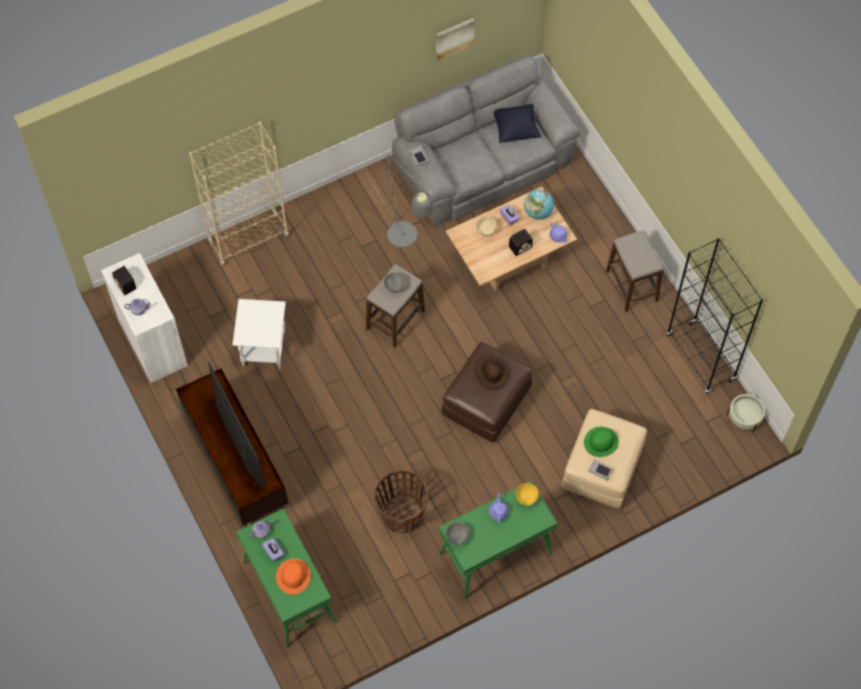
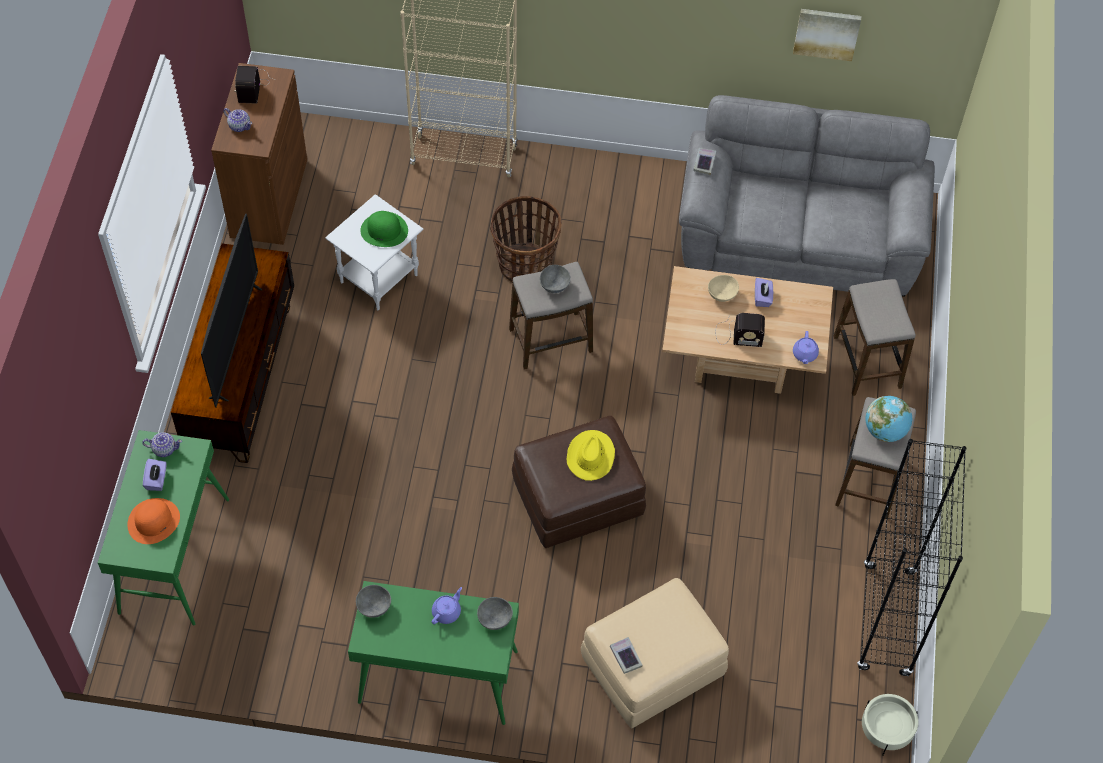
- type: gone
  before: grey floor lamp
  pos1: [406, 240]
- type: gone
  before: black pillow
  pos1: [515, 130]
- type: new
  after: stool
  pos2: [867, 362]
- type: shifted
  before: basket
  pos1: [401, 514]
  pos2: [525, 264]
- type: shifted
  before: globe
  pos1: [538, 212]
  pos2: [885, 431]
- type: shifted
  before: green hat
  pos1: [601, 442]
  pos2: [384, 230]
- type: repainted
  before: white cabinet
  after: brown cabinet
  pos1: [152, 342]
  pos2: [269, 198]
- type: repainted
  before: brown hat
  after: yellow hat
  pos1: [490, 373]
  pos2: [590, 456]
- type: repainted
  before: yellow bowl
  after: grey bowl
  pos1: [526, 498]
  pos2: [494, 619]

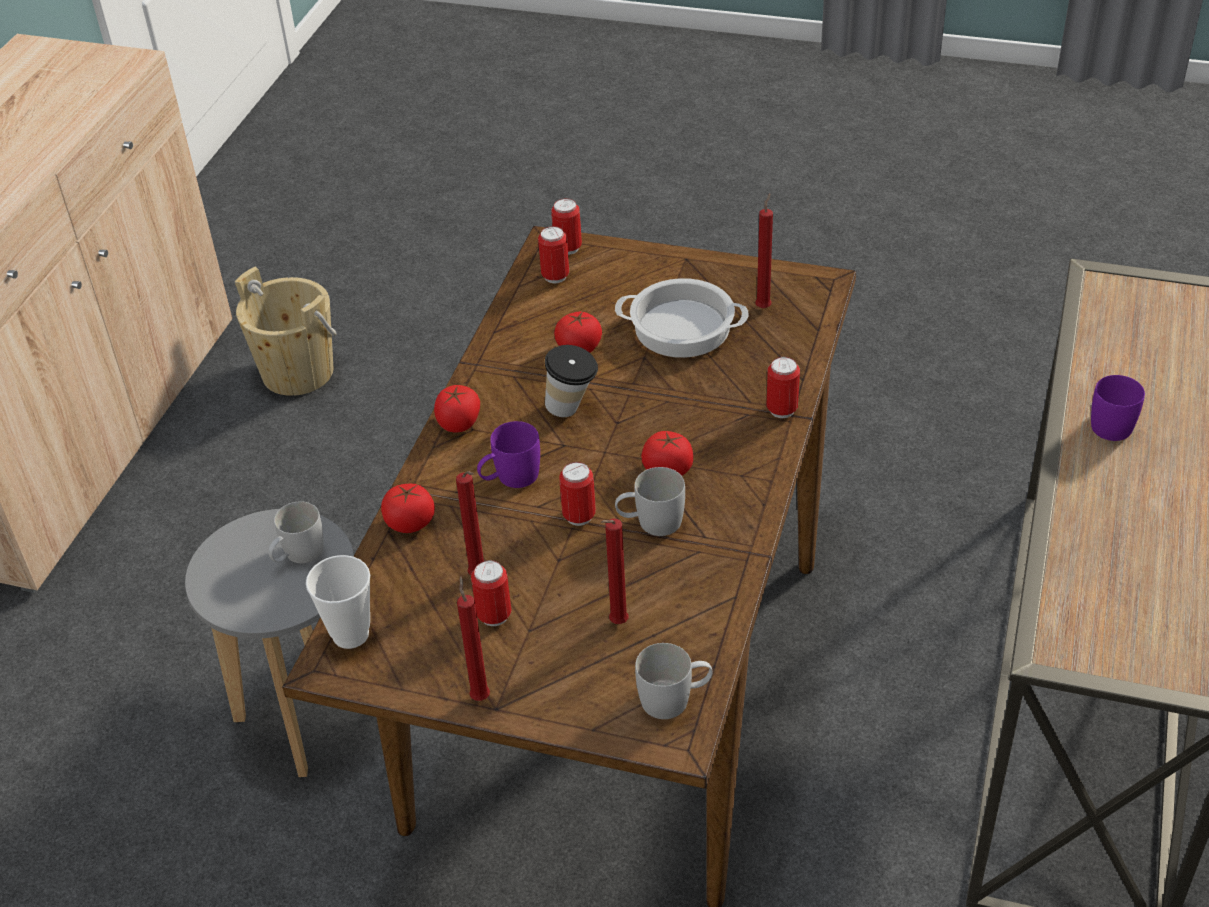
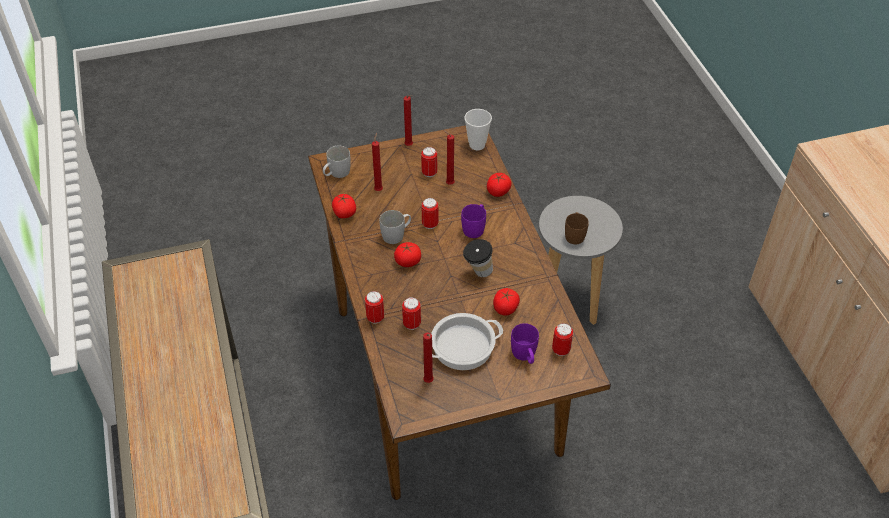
- type: gone
  before: beige bucket
  pos1: [298, 372]
- type: shifted
  before: tomato
  pos1: [459, 423]
  pos2: [344, 213]
- type: shifted
  before: can
  pos1: [568, 248]
  pos2: [412, 324]
- type: shifted
  before: purple mug
  pos1: [1112, 422]
  pos2: [525, 355]
- type: repainted
  before: white mug
  after: brown mug
  pos1: [298, 555]
  pos2: [575, 234]

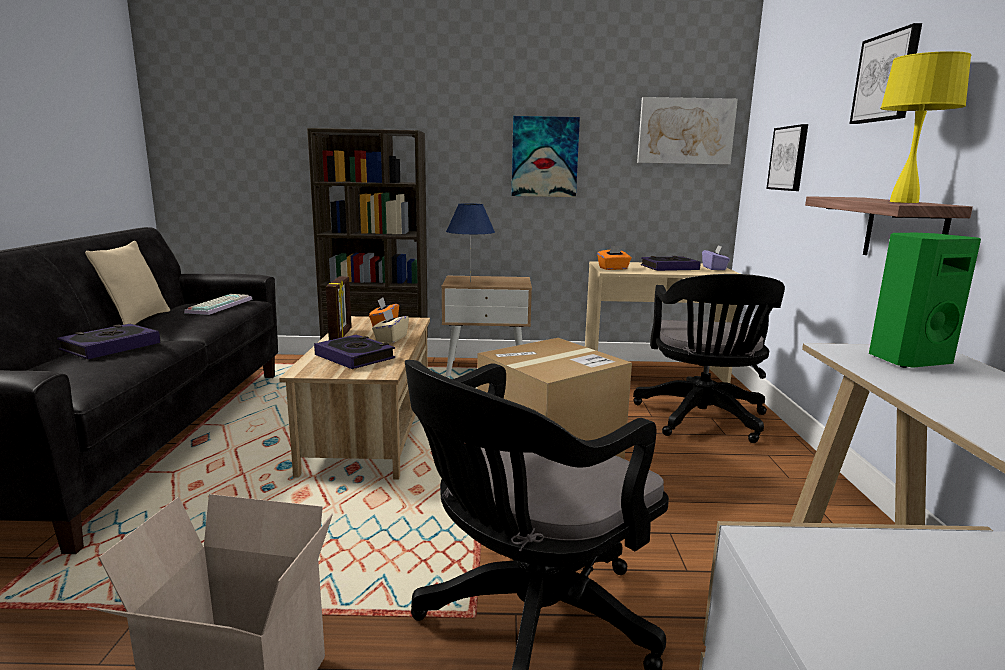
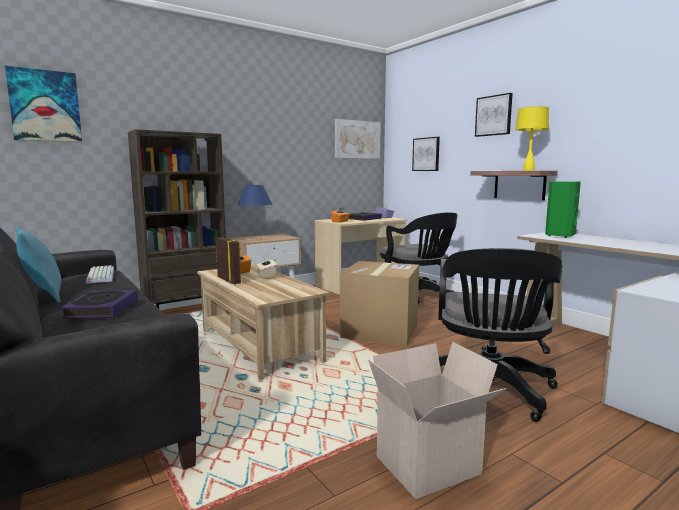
- type: gone
  before: book
  pos1: [355, 357]
- type: shifted
  before: picture
  pos1: [544, 157]
  pos2: [45, 106]
- type: repainted
  before: beige pillow
  after: turquoise pillow
  pos1: [138, 320]
  pos2: [43, 296]

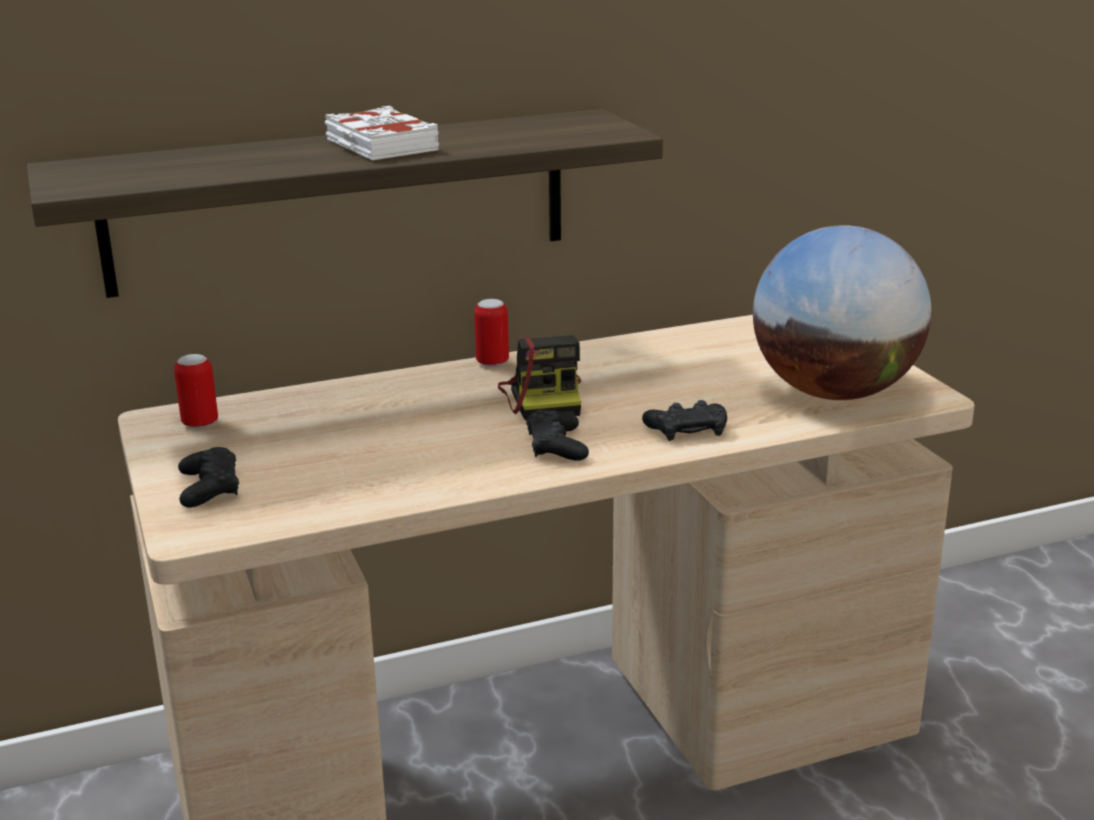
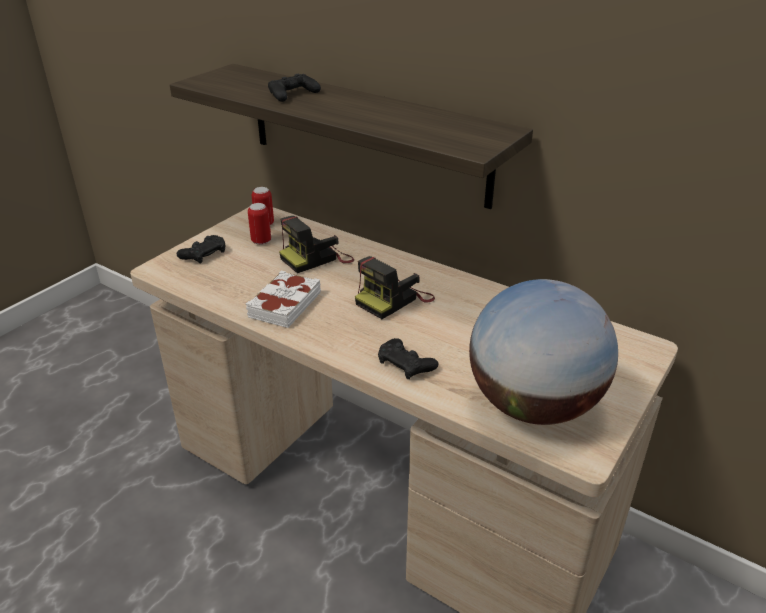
- type: new
  after: photo camera
  pos2: [316, 258]
- type: shifted
  before: white book
  pos1: [380, 146]
  pos2: [284, 305]
- type: shifted
  before: can
  pos1: [492, 362]
  pos2: [261, 241]
- type: shifted
  before: black game controller
  pos1: [556, 445]
  pos2: [292, 94]

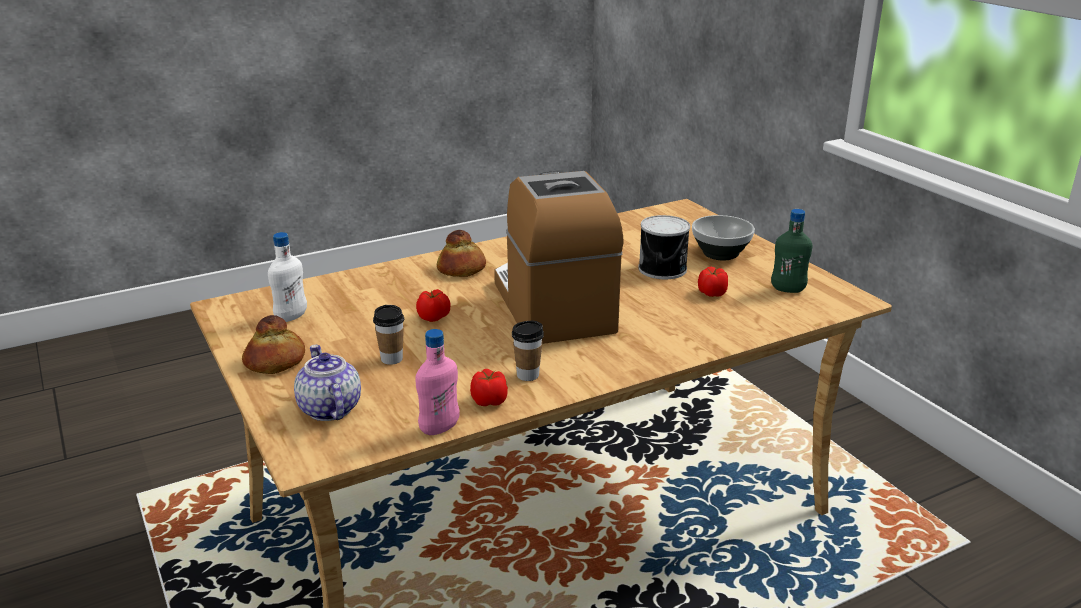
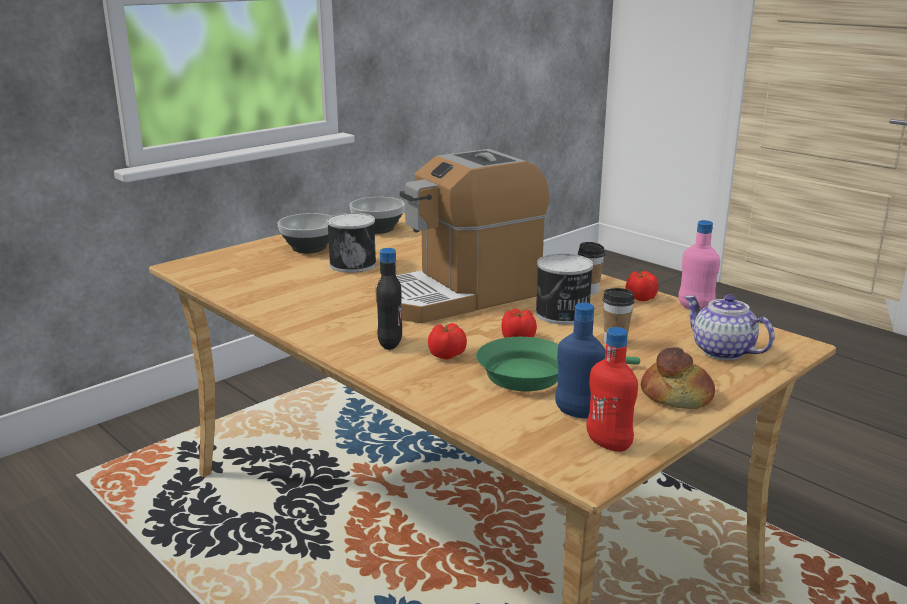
- type: new
  after: green frying pan
  pos2: [533, 374]
- type: new
  after: can
  pos2: [563, 314]
- type: new
  after: red bottle
  pos2: [608, 444]
- type: shifted
  before: tomato
  pos1: [711, 294]
  pos2: [447, 355]
- type: swapped
  before: bread
  after: black bottle
  pos1: [462, 269]
  pos2: [390, 343]
- type: swapped
  before: green bottle
  after: bowl
  pos1: [788, 289]
  pos2: [377, 229]
- type: repainted
  before: white bottle
  after: blue bottle
  pos1: [291, 317]
  pos2: [577, 413]
- type: rotated
  before: teapot
  pos1: [328, 409]
  pos2: [721, 351]
  turn: 90

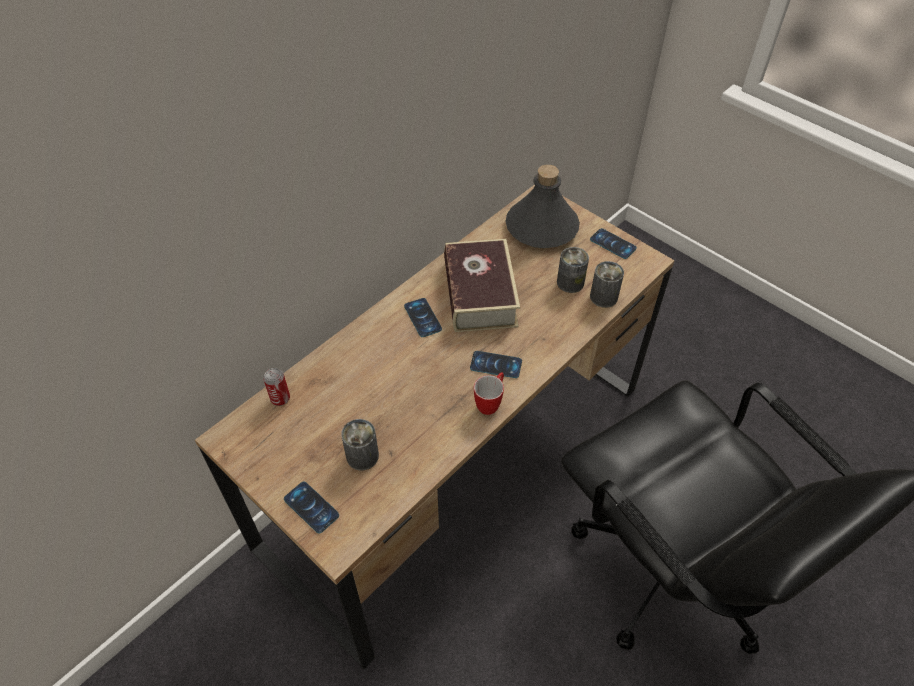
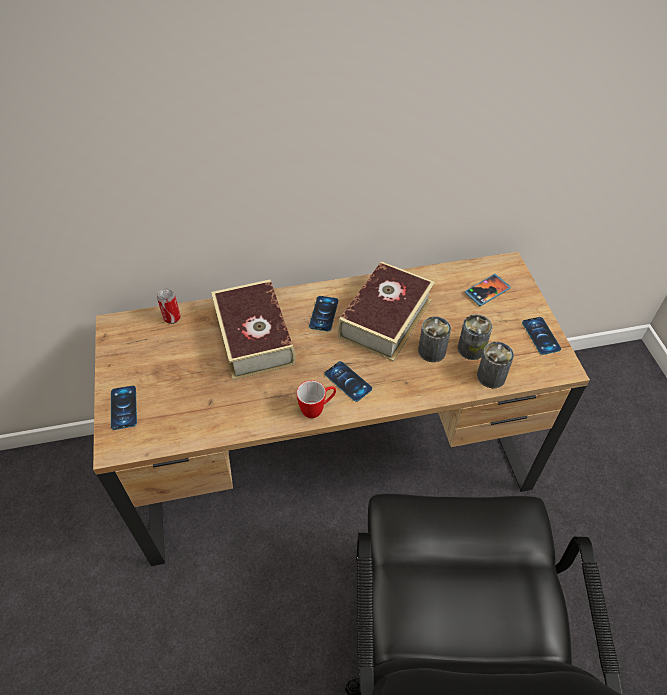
- type: new
  after: book
  pos2: [254, 337]
- type: shifted
  before: can
  pos1: [362, 456]
  pos2: [432, 351]
- type: swapped
  before: grey bottle
  after: phone
  pos1: [542, 227]
  pos2: [487, 291]

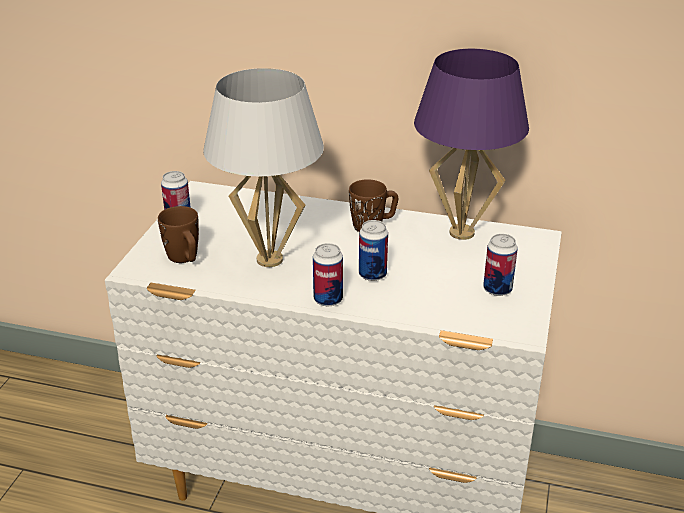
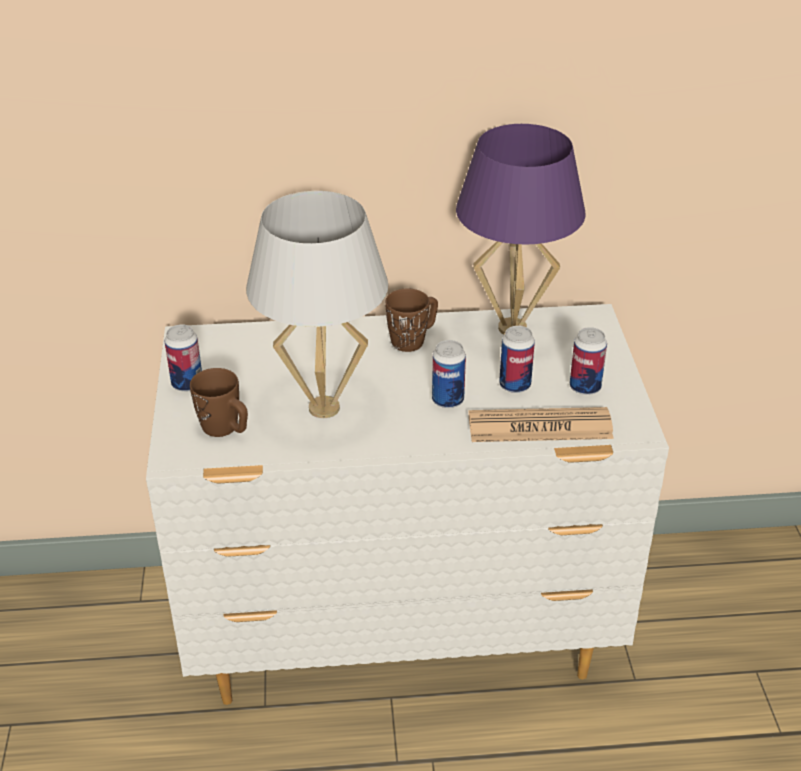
- type: new
  after: newspaper
  pos2: [540, 427]
- type: shifted
  before: can
  pos1: [328, 299]
  pos2: [514, 385]

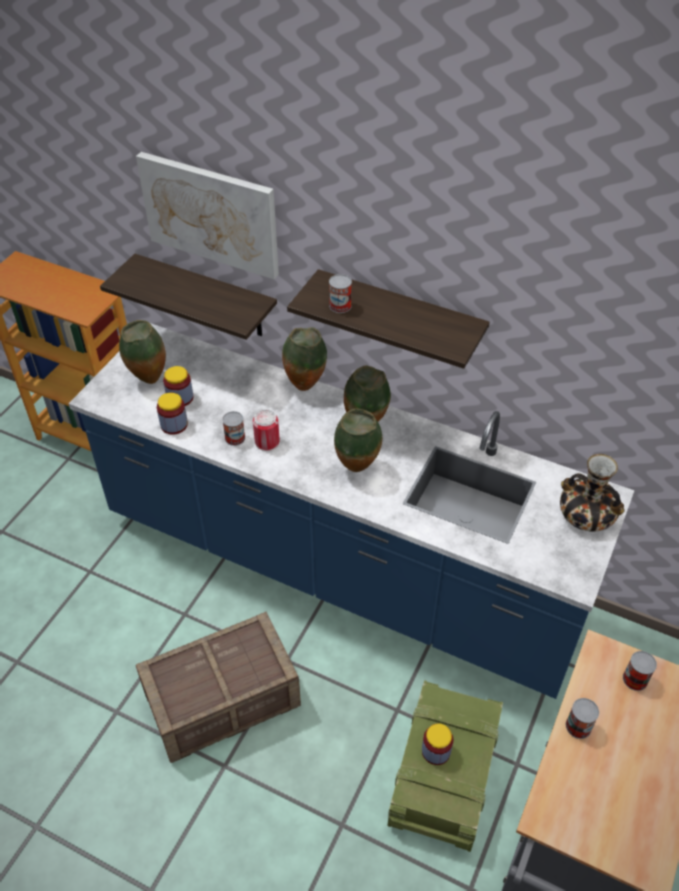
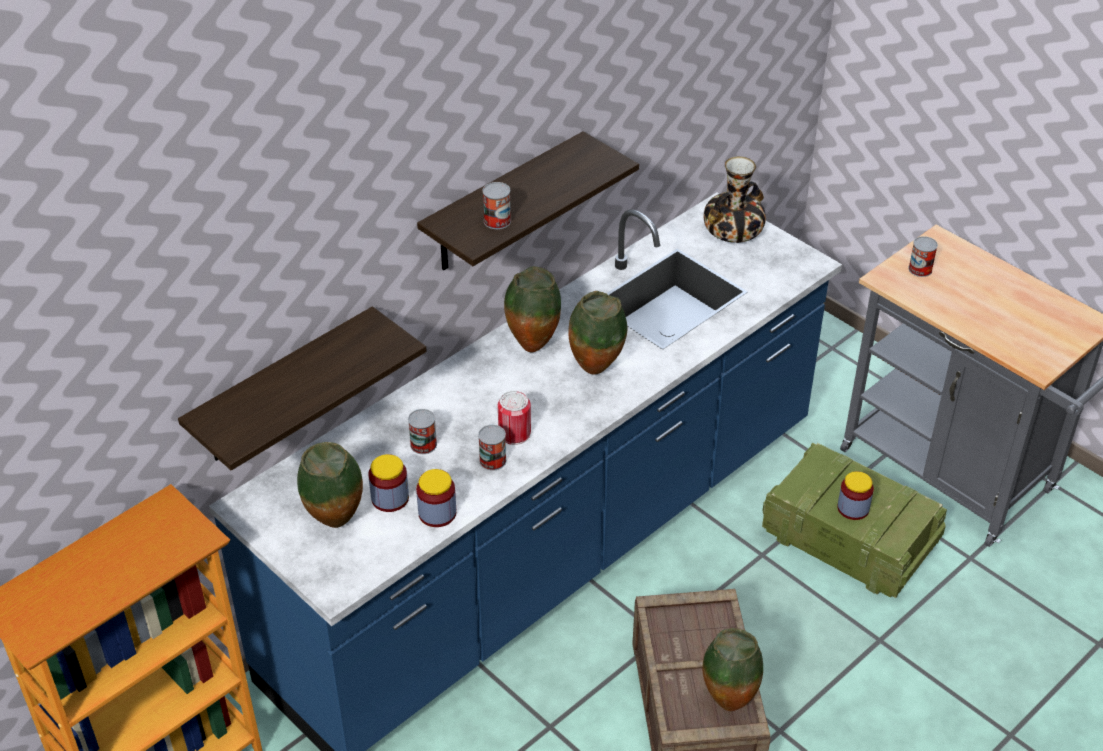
- type: gone
  before: picture
  pos1: [211, 214]
- type: shifted
  before: vase
  pos1: [305, 386]
  pos2: [727, 702]
- type: shifted
  before: can
  pos1: [578, 726]
  pos2: [423, 444]

